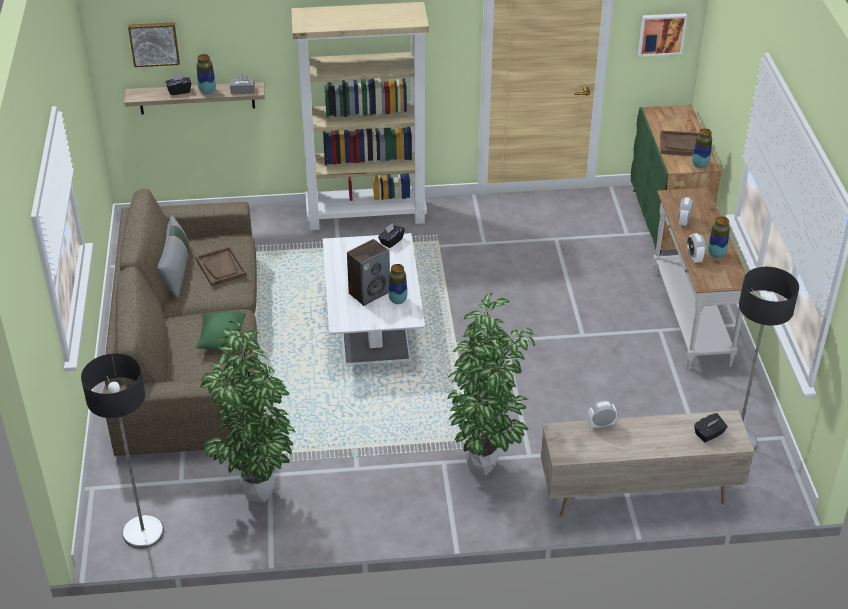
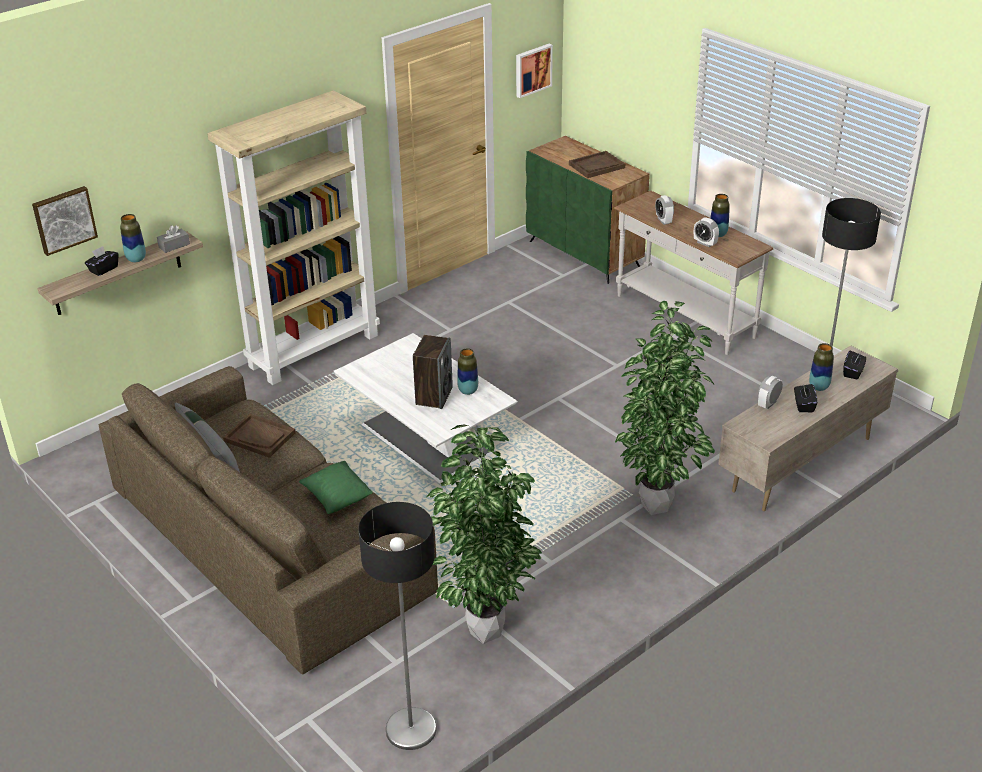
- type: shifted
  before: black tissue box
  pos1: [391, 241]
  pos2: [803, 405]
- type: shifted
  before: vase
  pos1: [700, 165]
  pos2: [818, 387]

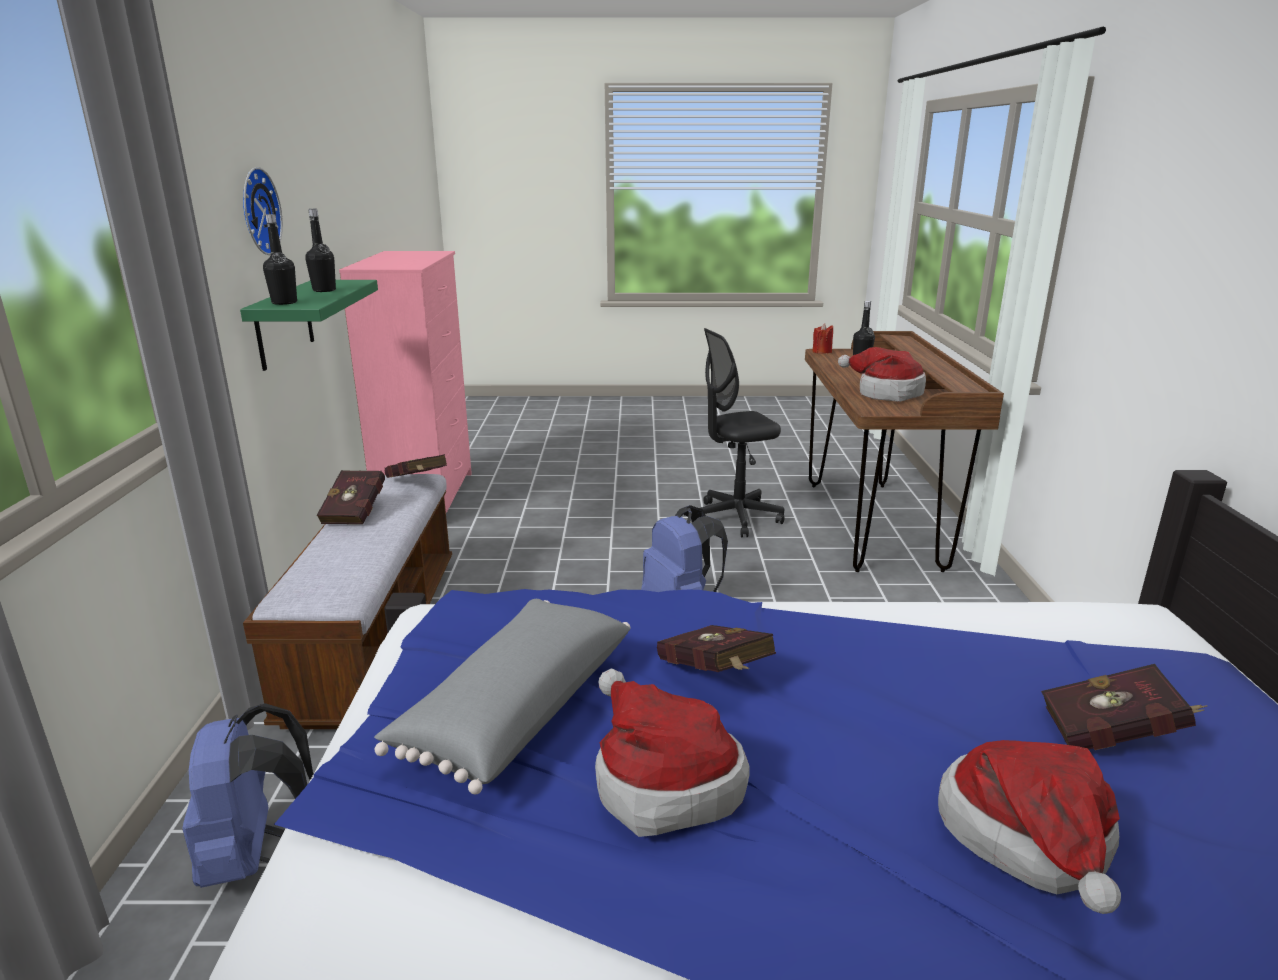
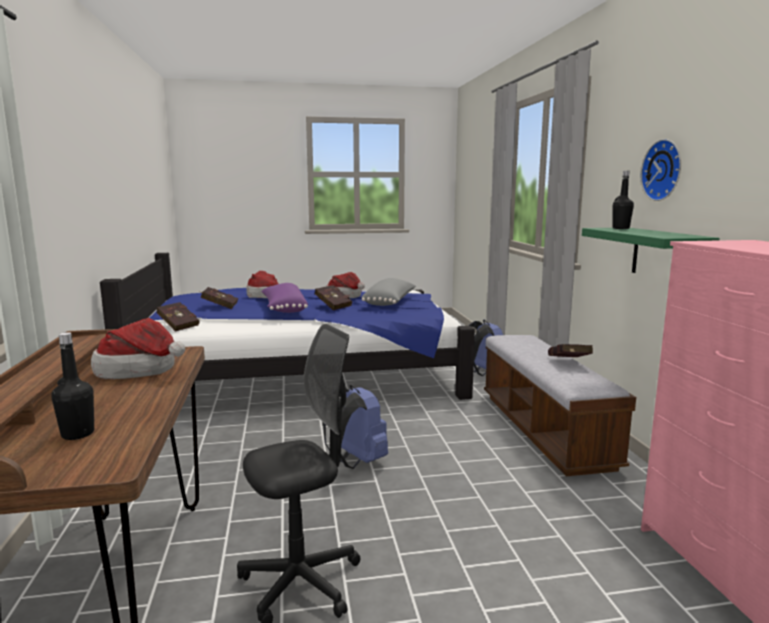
- type: gone
  before: black bottle
  pos1: [324, 290]
- type: gone
  before: red candle
  pos1: [822, 352]
- type: new
  after: purple pillow
  pos2: [283, 309]
- type: shifted
  before: red book
  pos1: [417, 483]
  pos2: [178, 326]

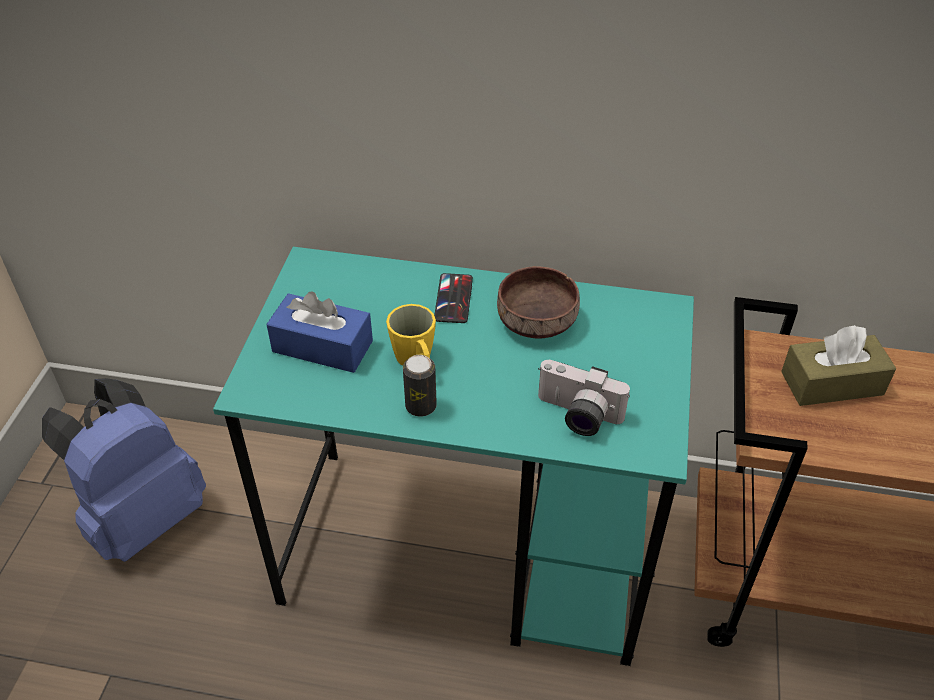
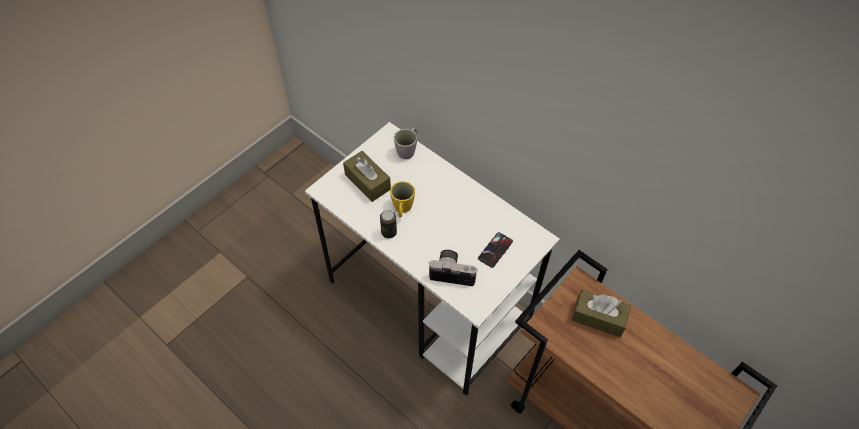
- type: gone
  before: blue backpack
  pos1: [143, 517]
- type: gone
  before: brown bowl
  pos1: [534, 320]
- type: new
  after: grey mug
  pos2: [408, 150]
- type: shifted
  before: phone
  pos1: [453, 299]
  pos2: [495, 250]
- type: repainted
  before: turquoise desk
  after: white desk
  pos1: [470, 552]
  pos2: [429, 302]
- type: repainted
  before: blue tissue box
  after: brown tissue box
  pos1: [322, 346]
  pos2: [367, 182]
- type: rotated
  before: photo camera
  pos1: [576, 416]
  pos2: [453, 272]
  turn: 135

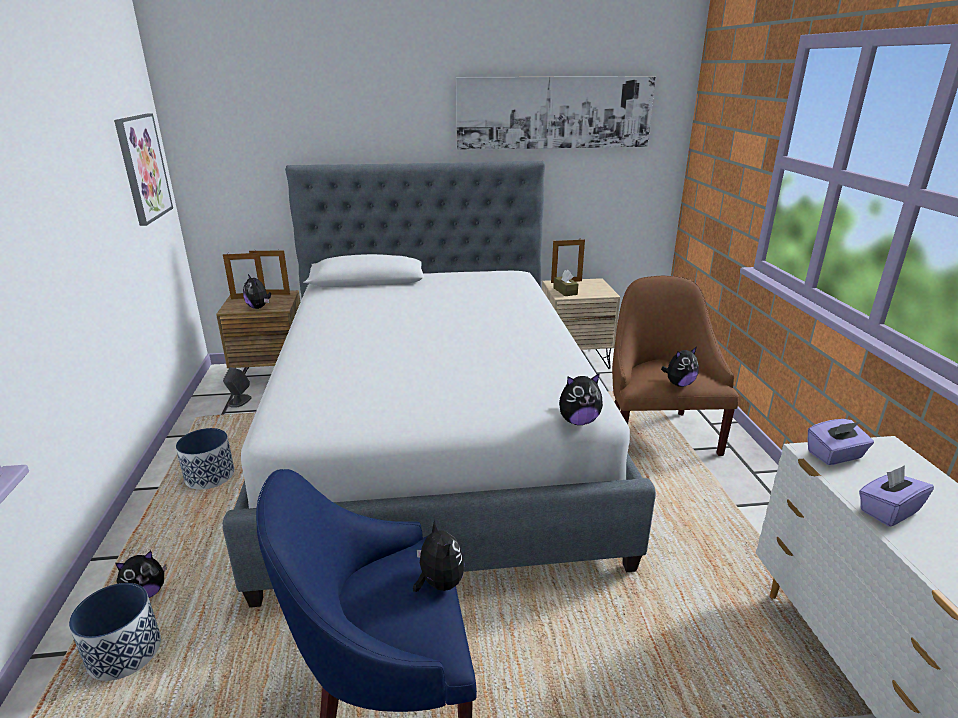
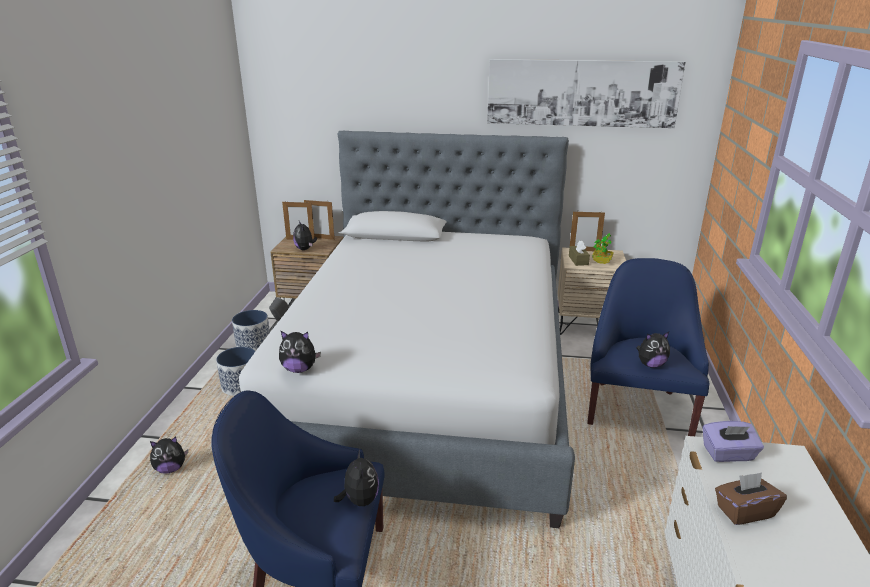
- type: gone
  before: picture
  pos1: [142, 168]
- type: new
  after: potted plant
  pos2: [601, 262]
- type: shifted
  before: planter
  pos1: [125, 651]
  pos2: [254, 344]
- type: shifted
  before: plush toy
  pos1: [578, 421]
  pos2: [299, 369]
- type: repainted
  before: brown armchair
  after: blue armchair
  pos1: [657, 432]
  pos2: [637, 407]
- type: repainted
  before: purple tissue box
  after: brown tissue box
  pos1: [887, 511]
  pos2: [744, 511]

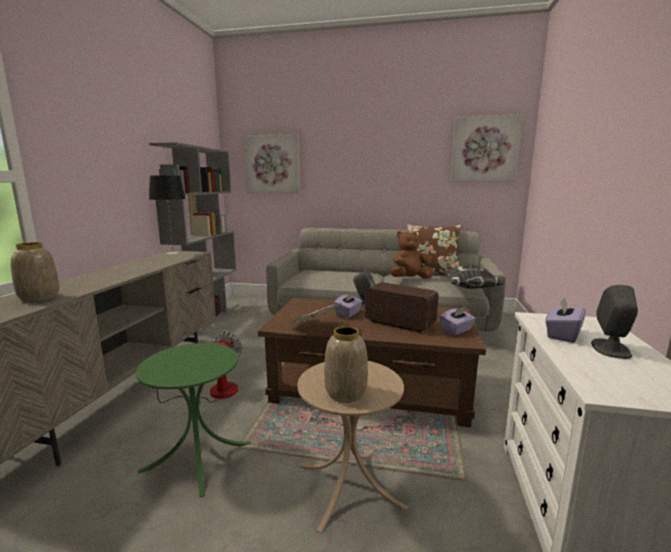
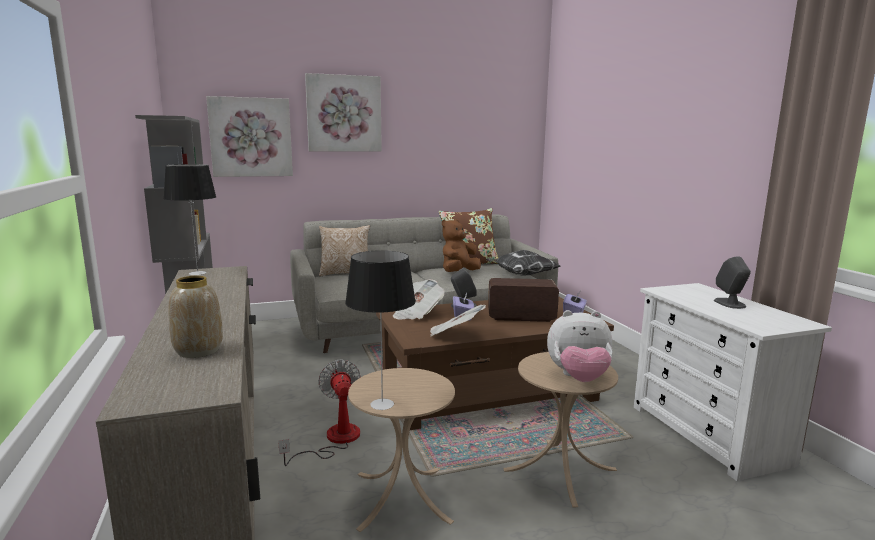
- type: gone
  before: purple tissue box
  pos1: [562, 335]
- type: new
  after: pillow
  pos2: [345, 273]
- type: new
  after: table lamp
  pos2: [381, 404]
- type: new
  after: newspaper
  pos2: [417, 313]
- type: shifted
  before: picture
  pos1: [484, 149]
  pos2: [344, 113]
- type: swapped
  before: vase
  after: plush toy
  pos1: [346, 393]
  pos2: [578, 378]
- type: repainted
  before: green side table
  after: beige side table
  pos1: [198, 456]
  pos2: [402, 496]

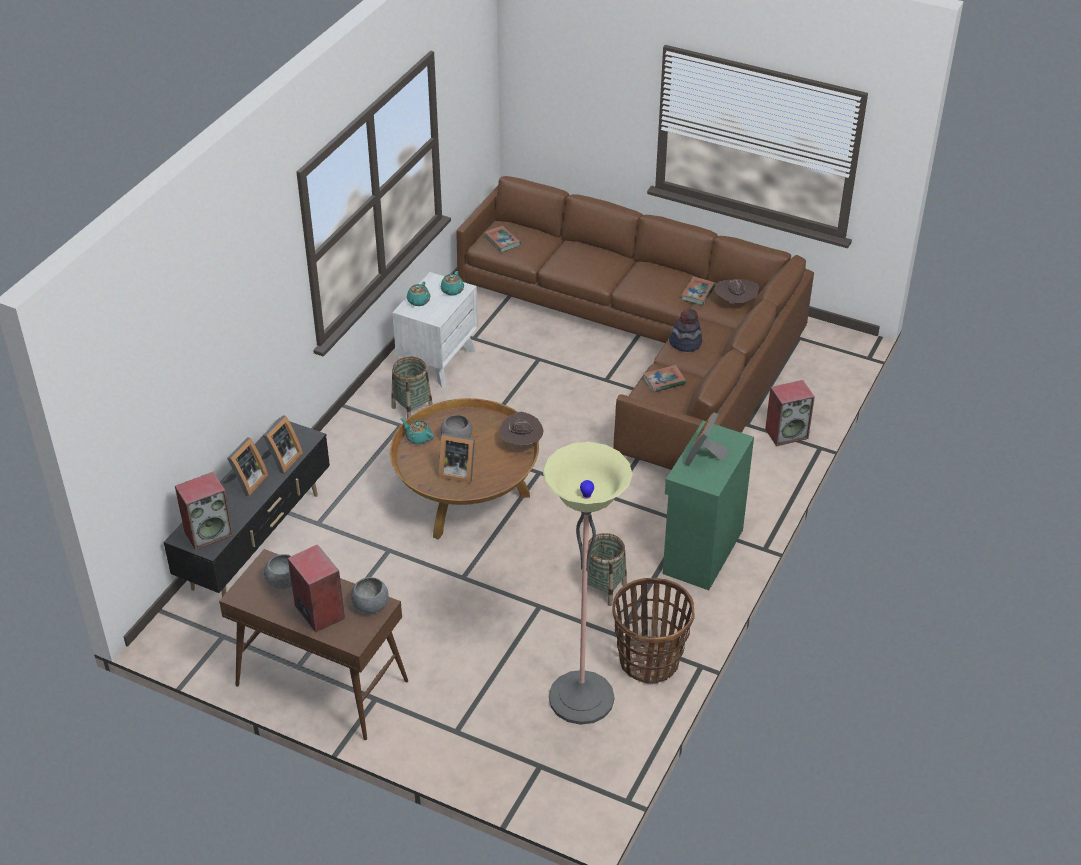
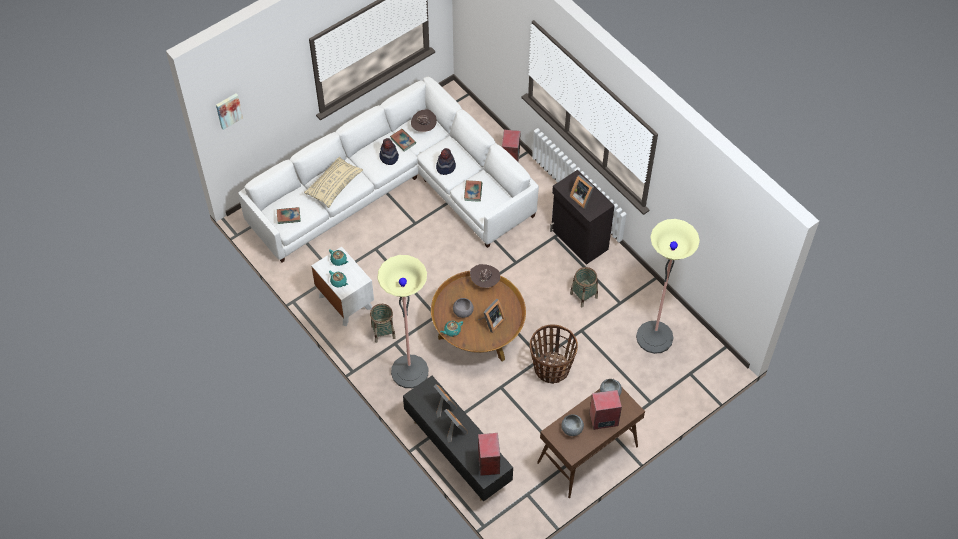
- type: new
  after: picture
  pos2: [228, 110]
- type: new
  after: beige pillow
  pos2: [334, 185]
- type: new
  after: floor lamp
  pos2: [409, 371]
- type: new
  after: hat
  pos2: [389, 157]
- type: shifted
  before: basket
  pos1: [649, 660]
  pos2: [551, 368]
- type: repainted
  before: brown sofa
  after: white sofa
  pos1: [648, 345]
  pos2: [396, 189]
- type: repainted
  before: green cabinet
  after: black cabinet
  pos1: [701, 551]
  pos2: [579, 240]

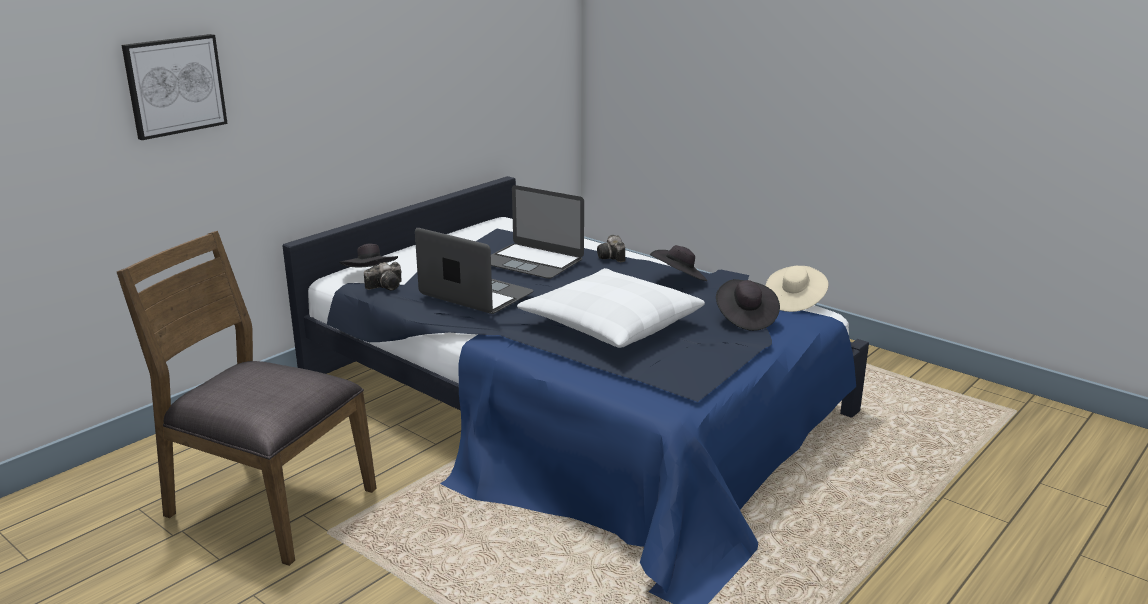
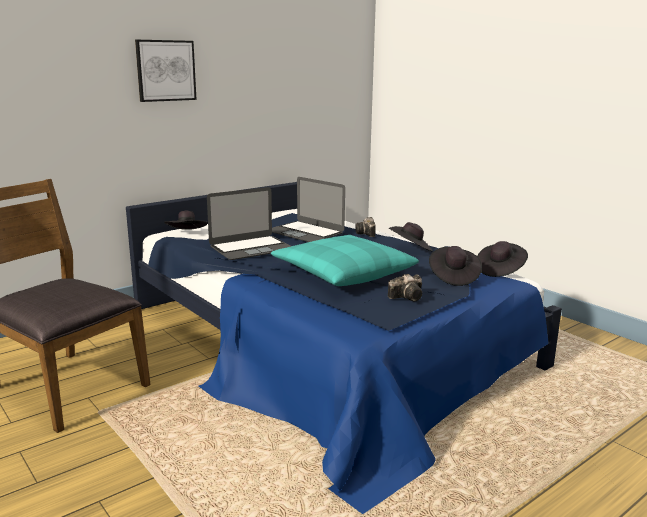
- type: shifted
  before: picture
  pos1: [174, 85]
  pos2: [165, 70]
- type: shifted
  before: photo camera
  pos1: [387, 286]
  pos2: [408, 297]
- type: repainted
  before: white pillow
  after: turquoise pillow
  pos1: [611, 323]
  pos2: [343, 273]
- type: repainted
  before: beige hat
  after: black hat
  pos1: [794, 301]
  pos2: [500, 270]
- type: rotated
  before: laptop
  pos1: [476, 294]
  pos2: [251, 248]
  turn: 105

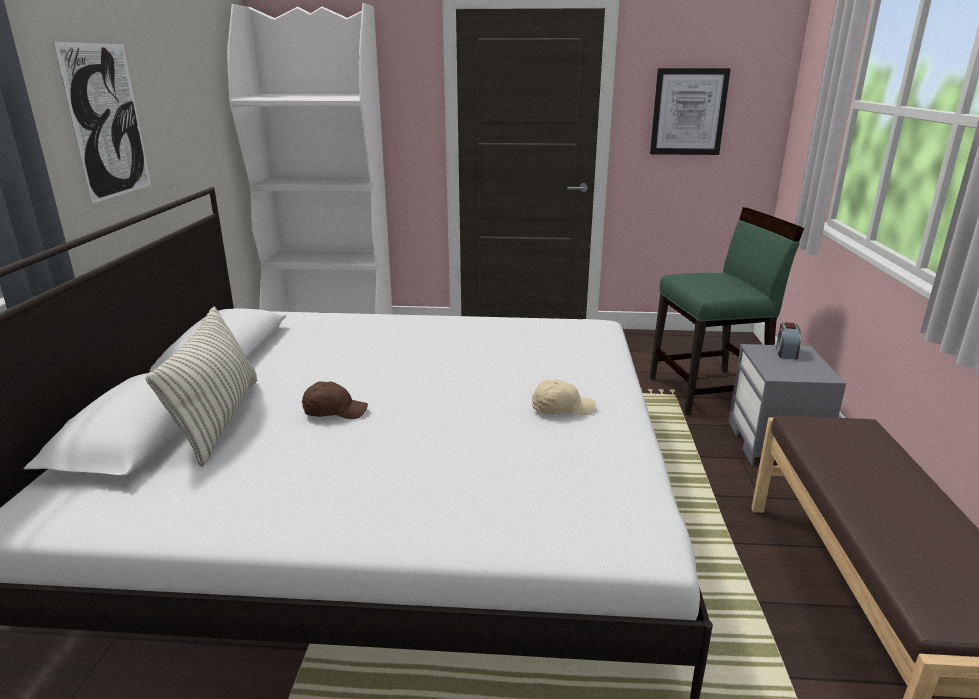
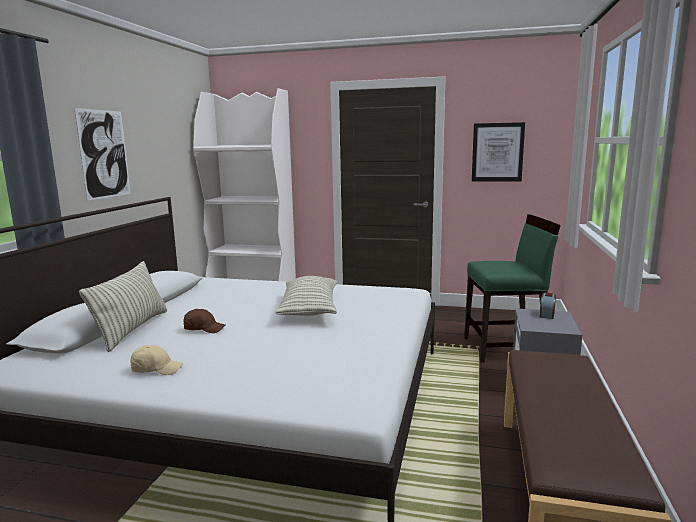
- type: new
  after: pillow
  pos2: [309, 310]
- type: shifted
  before: beige cap
  pos1: [561, 409]
  pos2: [156, 369]

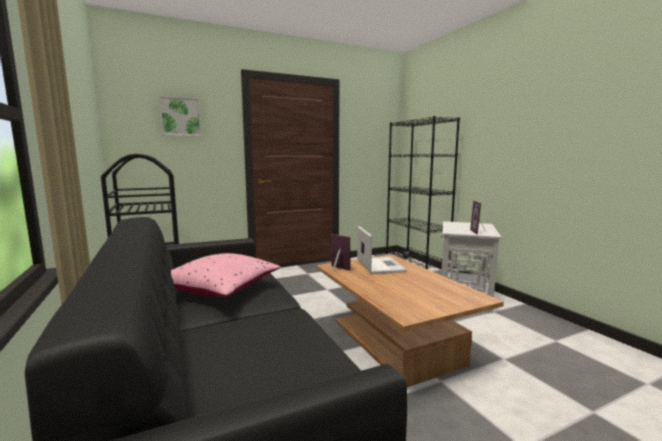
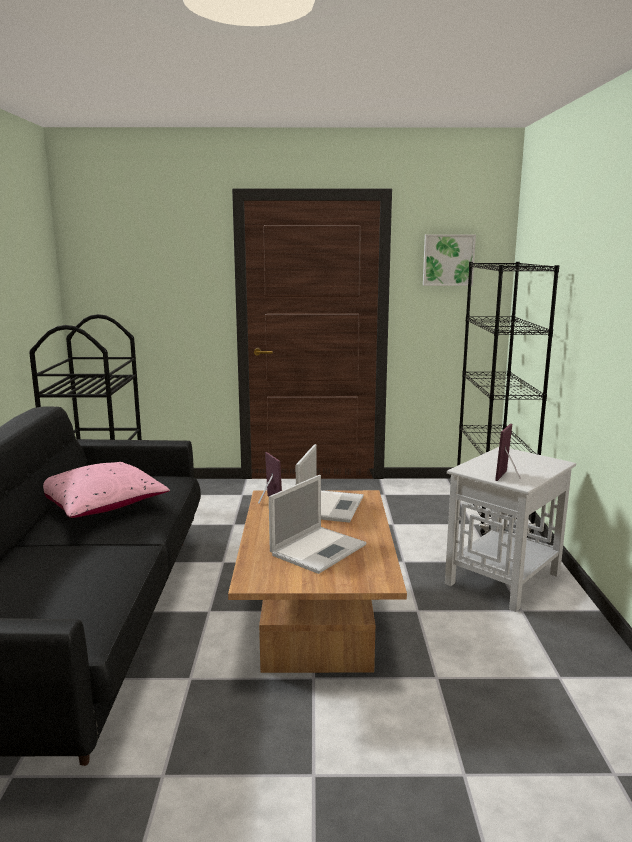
- type: new
  after: laptop
  pos2: [319, 549]
- type: shifted
  before: picture
  pos1: [180, 117]
  pos2: [448, 260]

